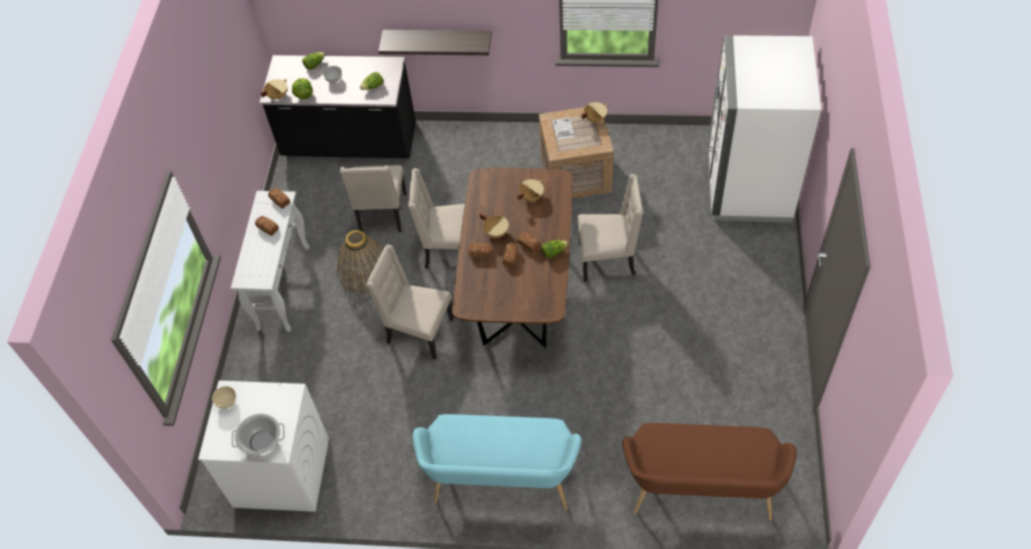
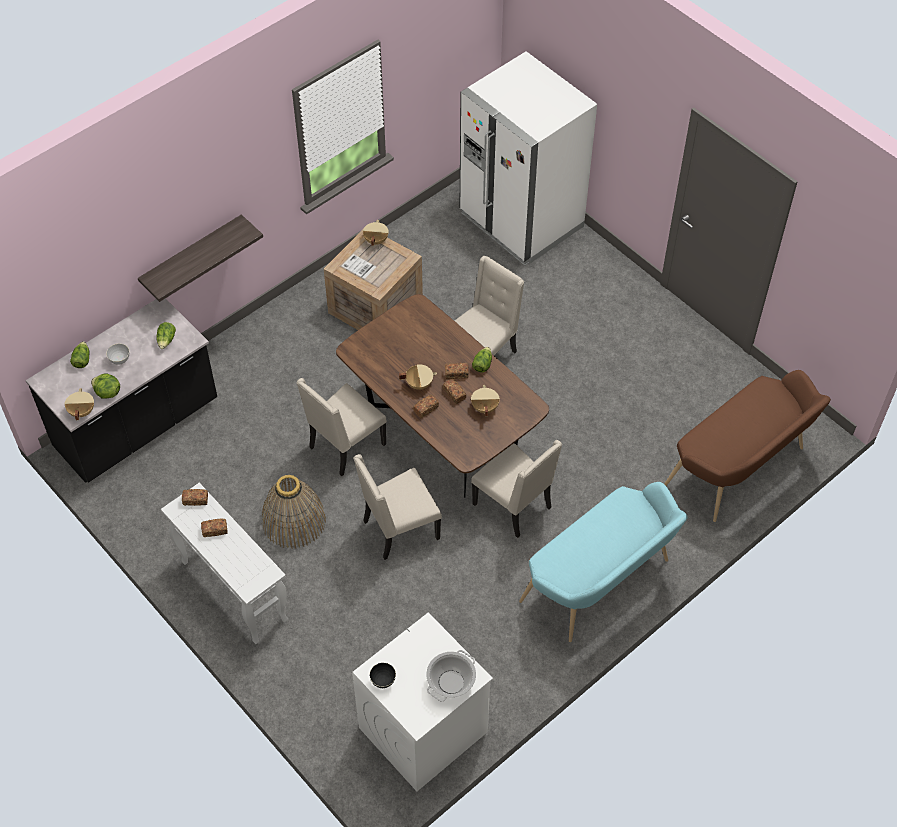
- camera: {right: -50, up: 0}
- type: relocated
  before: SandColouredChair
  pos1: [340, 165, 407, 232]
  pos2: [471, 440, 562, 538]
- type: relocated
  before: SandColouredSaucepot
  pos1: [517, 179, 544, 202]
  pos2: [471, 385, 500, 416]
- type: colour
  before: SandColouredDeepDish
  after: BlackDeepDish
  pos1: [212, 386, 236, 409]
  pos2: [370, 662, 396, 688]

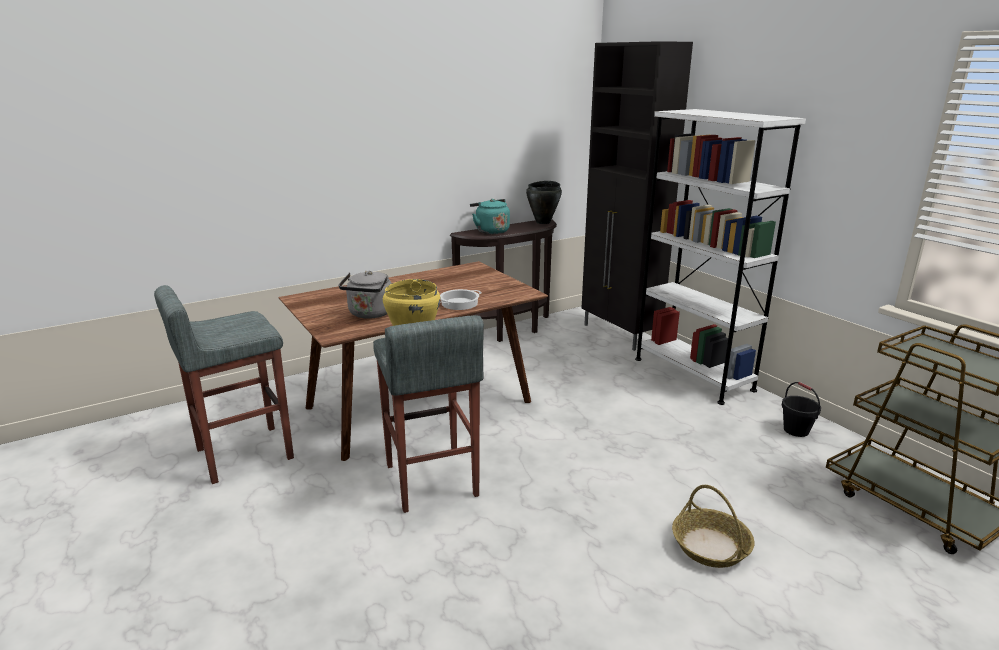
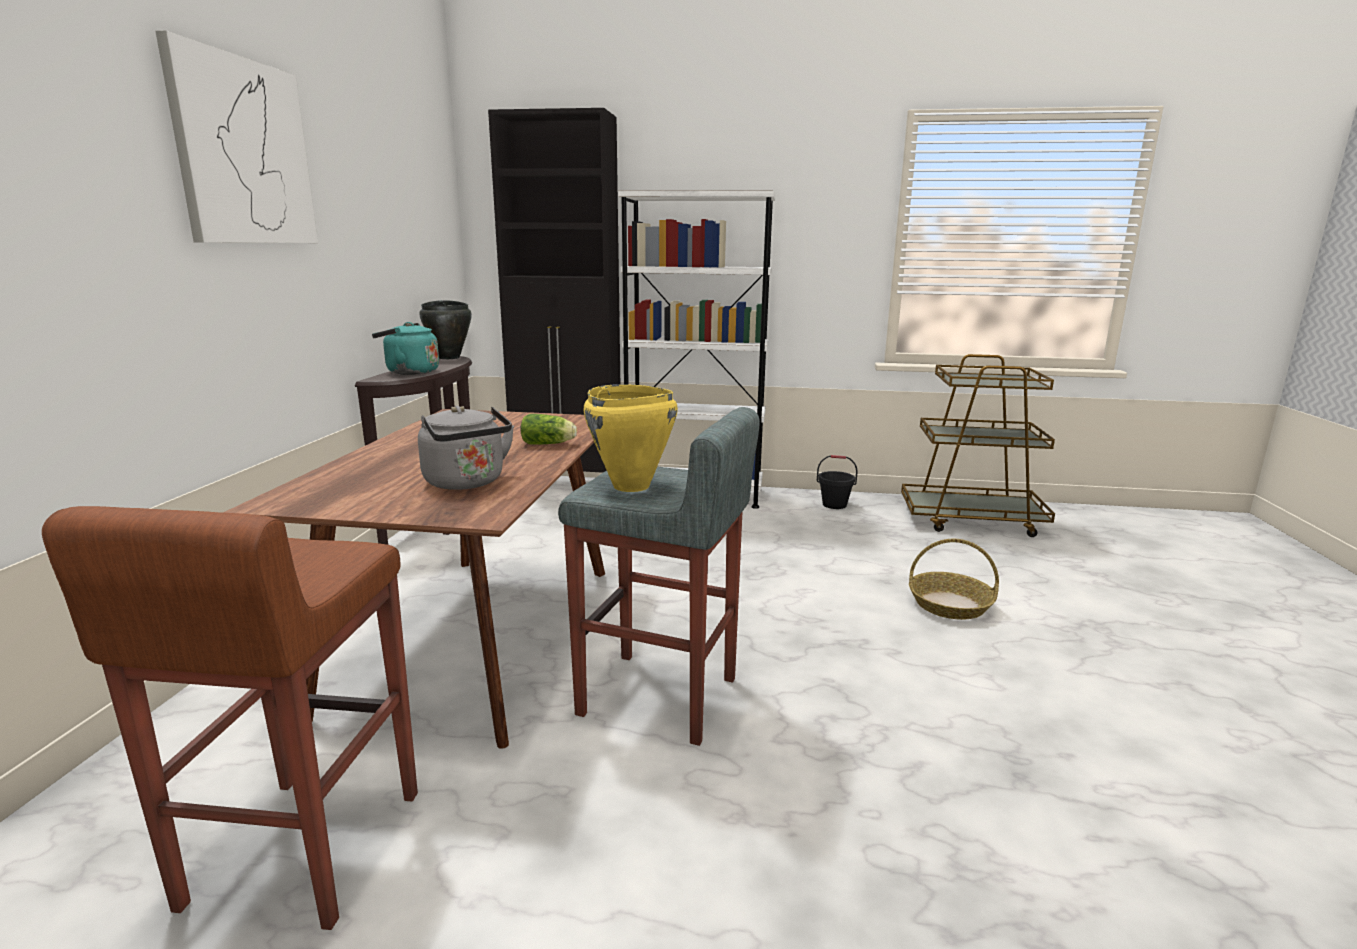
- camera: {right: -50, up: -5}
- type: appeared
  after: WallPicture
  pos2: [155, 30, 318, 243]
- type: exchanged
  before: Saucepot
  after: LettuceHead
  pos1: [440, 289, 482, 310]
  pos2: [521, 414, 577, 445]
- type: colour
  before: GreyishStool
  after: BrownColouredStool
  pos1: [154, 285, 294, 484]
  pos2: [42, 506, 418, 930]

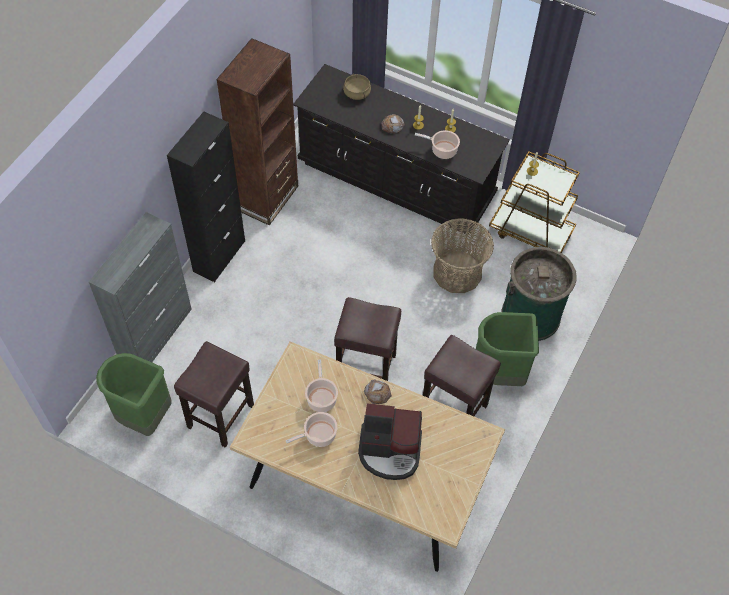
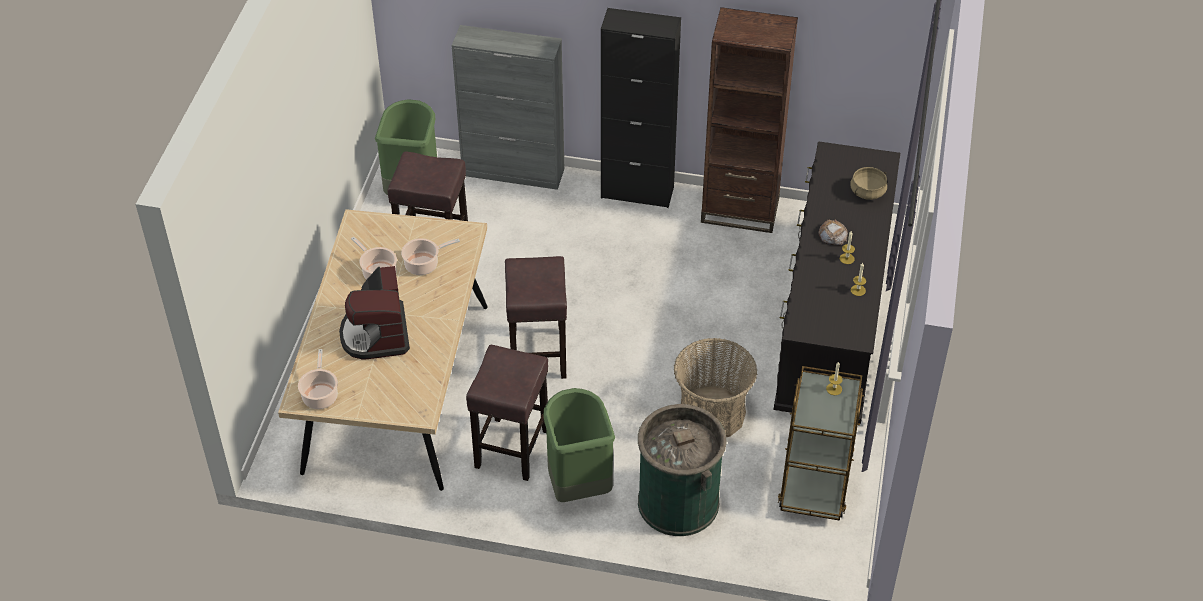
- camera: {right: 75, up: -10}
- type: missing
  before: BakedBread
  pos1: [364, 379, 392, 404]
- type: relocated
  before: Saucepot
  pos1: [415, 130, 460, 159]
  pos2: [298, 349, 338, 409]

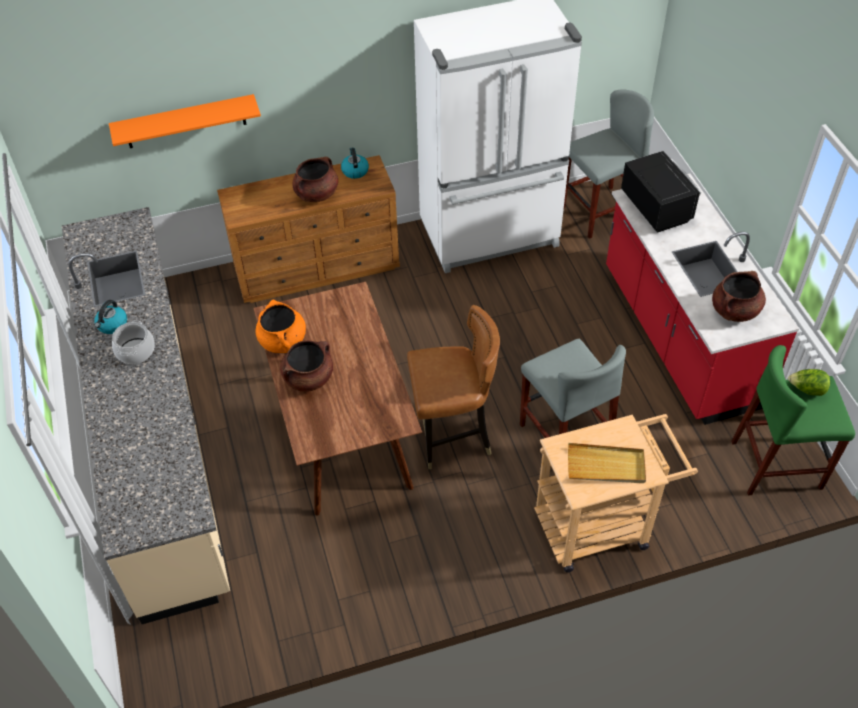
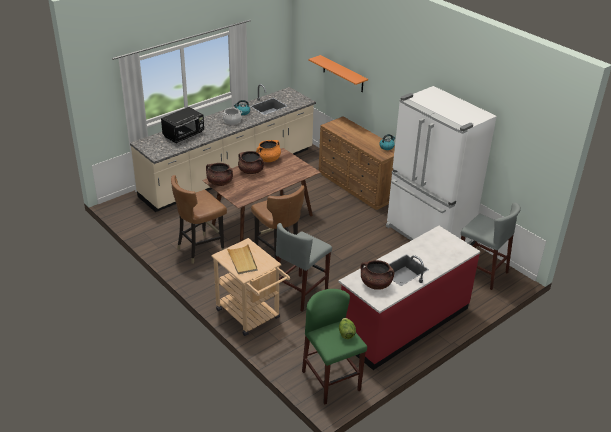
- camera: {right: 65, up: -15}
- type: appeared
  after: BrownColouredChair
  pos2: [171, 175, 227, 264]
- type: relocated
  before: BrownColouredSaucepot
  pos1: [292, 157, 338, 202]
  pos2: [206, 163, 233, 186]
- type: relocated
  before: BlackKitchenMicrowave
  pos1: [621, 151, 701, 233]
  pos2: [161, 107, 204, 143]

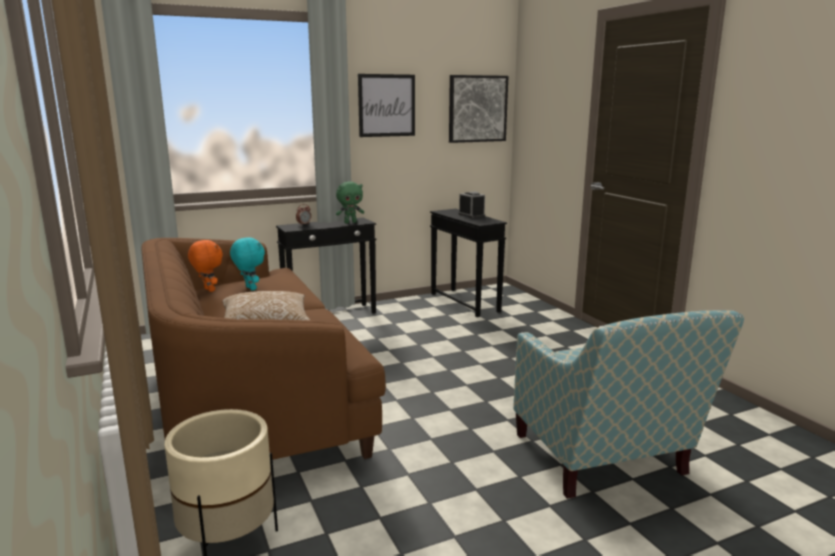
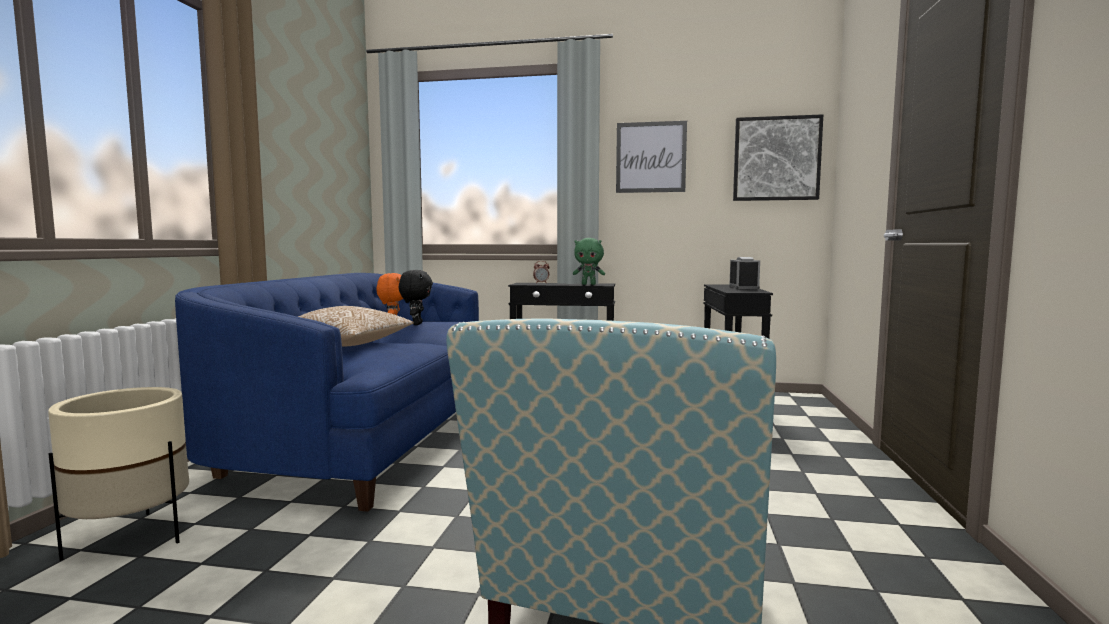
- camera: {right: 35, up: -10}
- type: colour
  before: BrownColouredCouch
  after: BlueCouch
  pos1: [142, 238, 386, 460]
  pos2: [175, 273, 479, 512]
- type: colour
  before: TurquoiseSoftToy
  after: BlackSoftToy
  pos1: [230, 237, 265, 291]
  pos2: [399, 270, 433, 325]

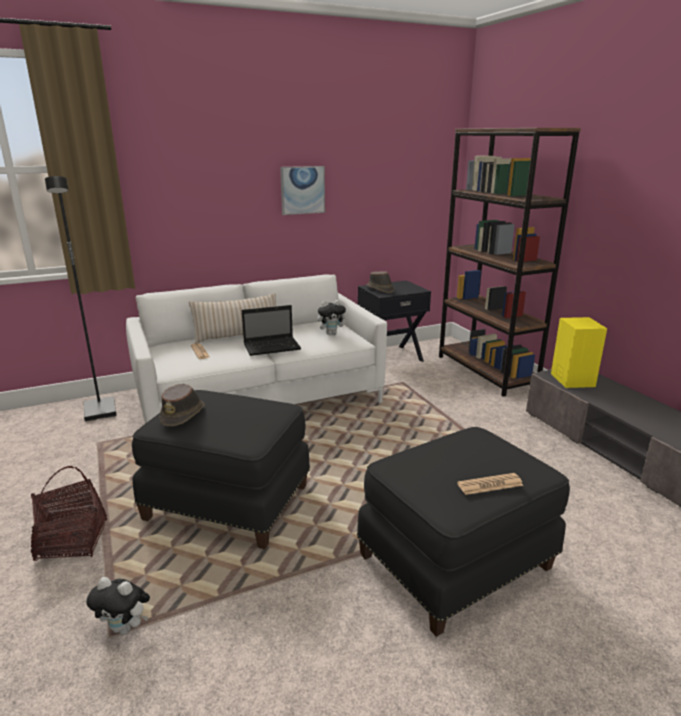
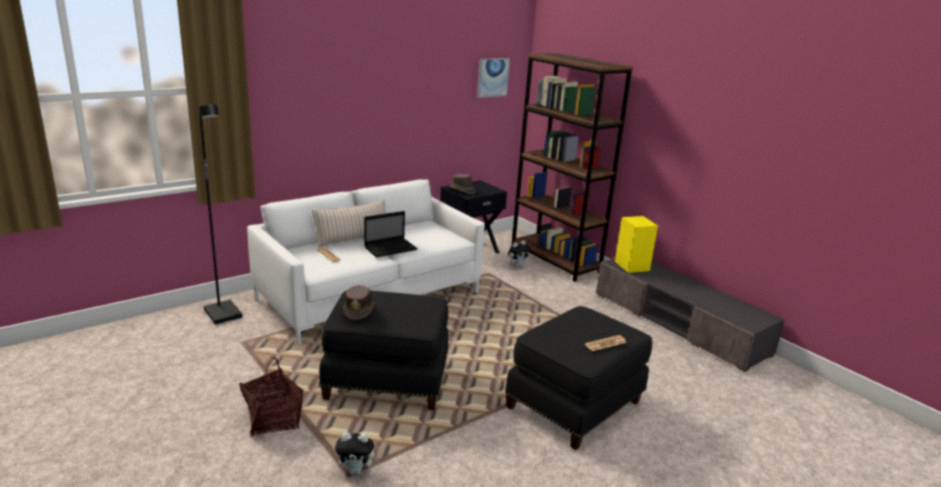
- camera: {right: -15, up: 0}
- type: relocated
  before: WallPicture
  pos1: [280, 166, 325, 215]
  pos2: [477, 58, 510, 98]
- type: relocated
  before: SoftToy
  pos1: [317, 300, 348, 335]
  pos2: [508, 241, 530, 267]

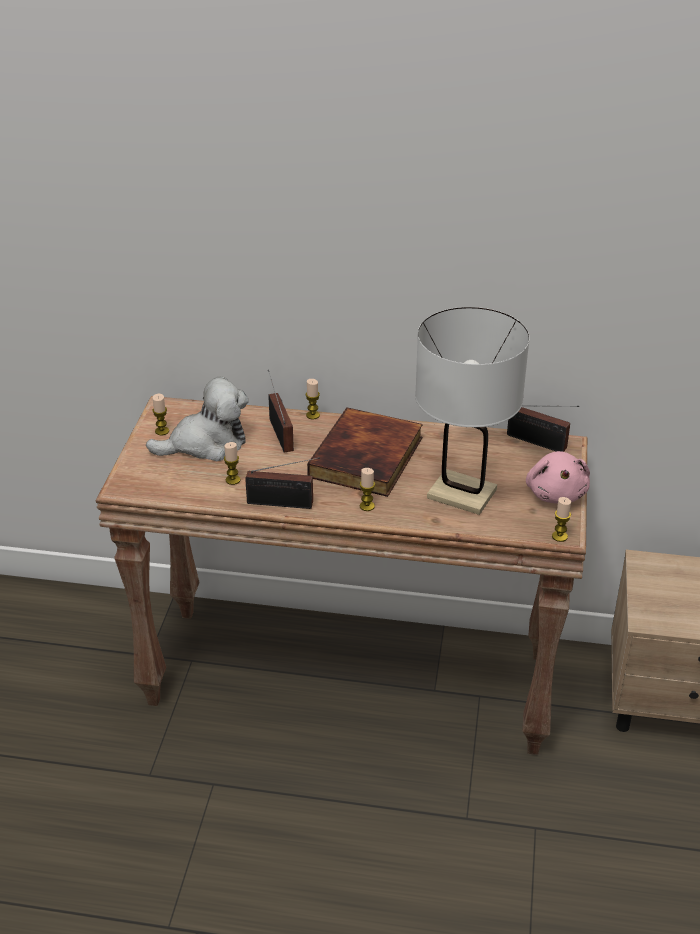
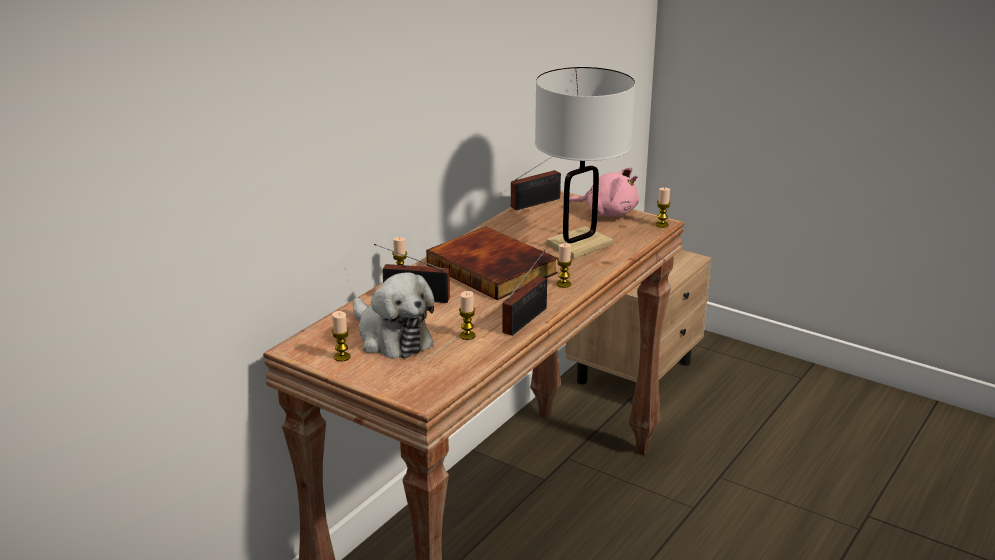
- camera: {right: -65, up: -10}
- type: spun
  before: SoftToy
  pos1: [146, 377, 249, 461]
  pos2: [353, 272, 434, 358]
  turn: 135

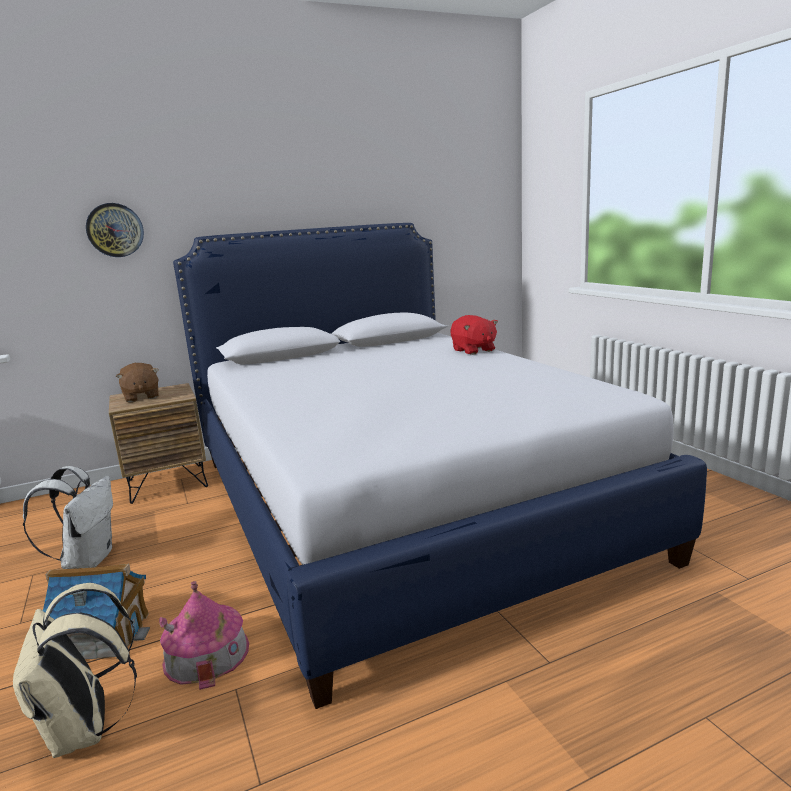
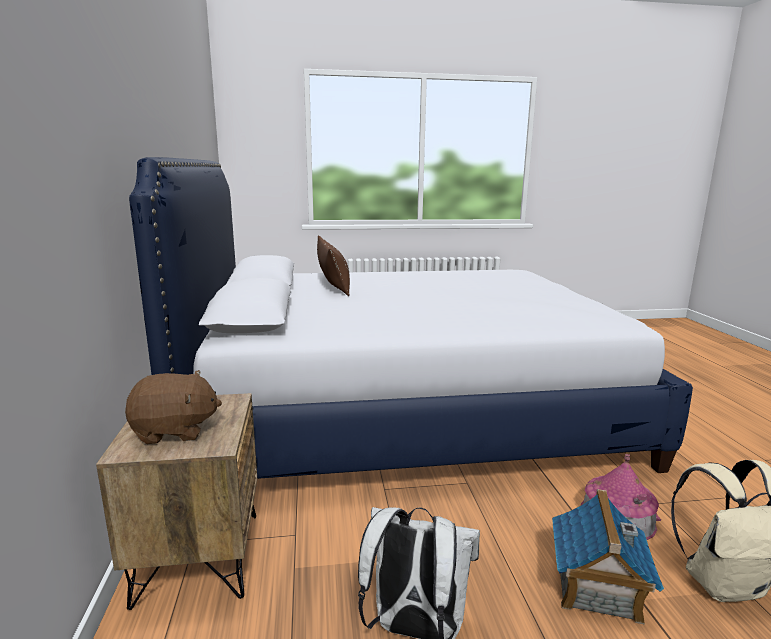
- camera: {right: -75, up: 0}
- type: missing
  before: ClockOnTheWall
  pos1: [86, 203, 144, 257]
- type: missing
  before: ReddishSoftToy
  pos1: [450, 315, 498, 355]
- type: appeared
  after: BrownColouredThrowPillow
  pos2: [317, 235, 350, 296]

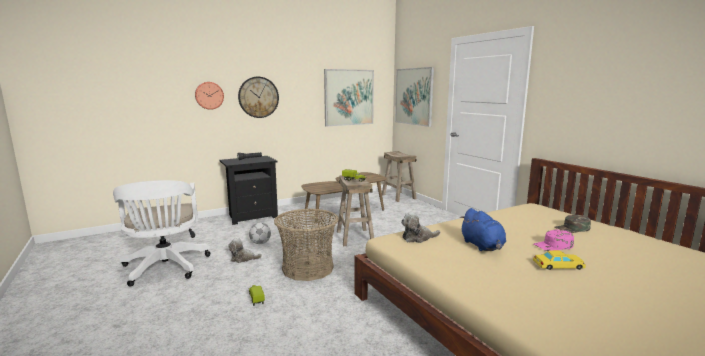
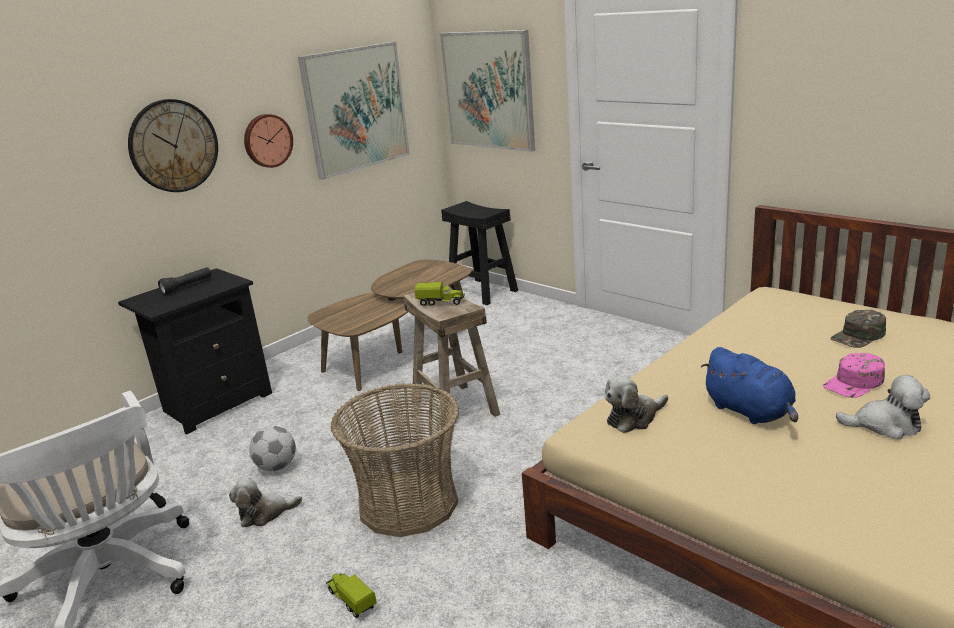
- camera: {right: -15, up: 10}
- type: relocated
  before: ClockOnTheWall
  pos1: [195, 82, 224, 110]
  pos2: [244, 114, 293, 168]
- type: exchanged
  before: YellowColouredModelCar
  after: SoftToy
  pos1: [533, 250, 586, 270]
  pos2: [836, 375, 931, 439]
- type: colour
  before: SandColouredStool
  after: BlackStool
  pos1: [382, 151, 417, 202]
  pos2: [441, 201, 518, 305]

